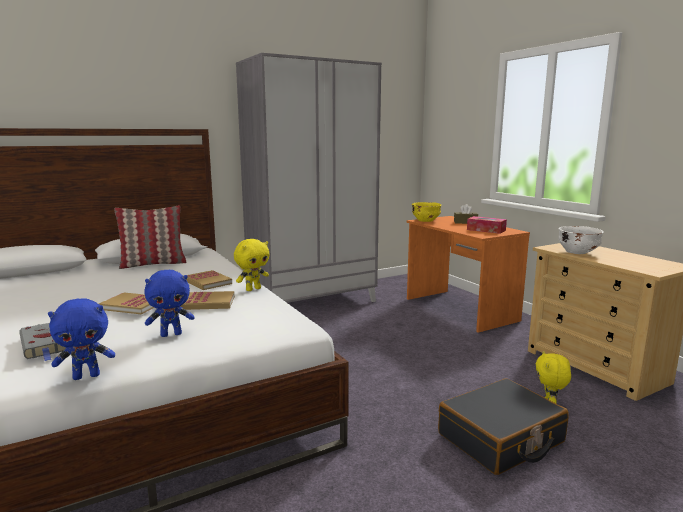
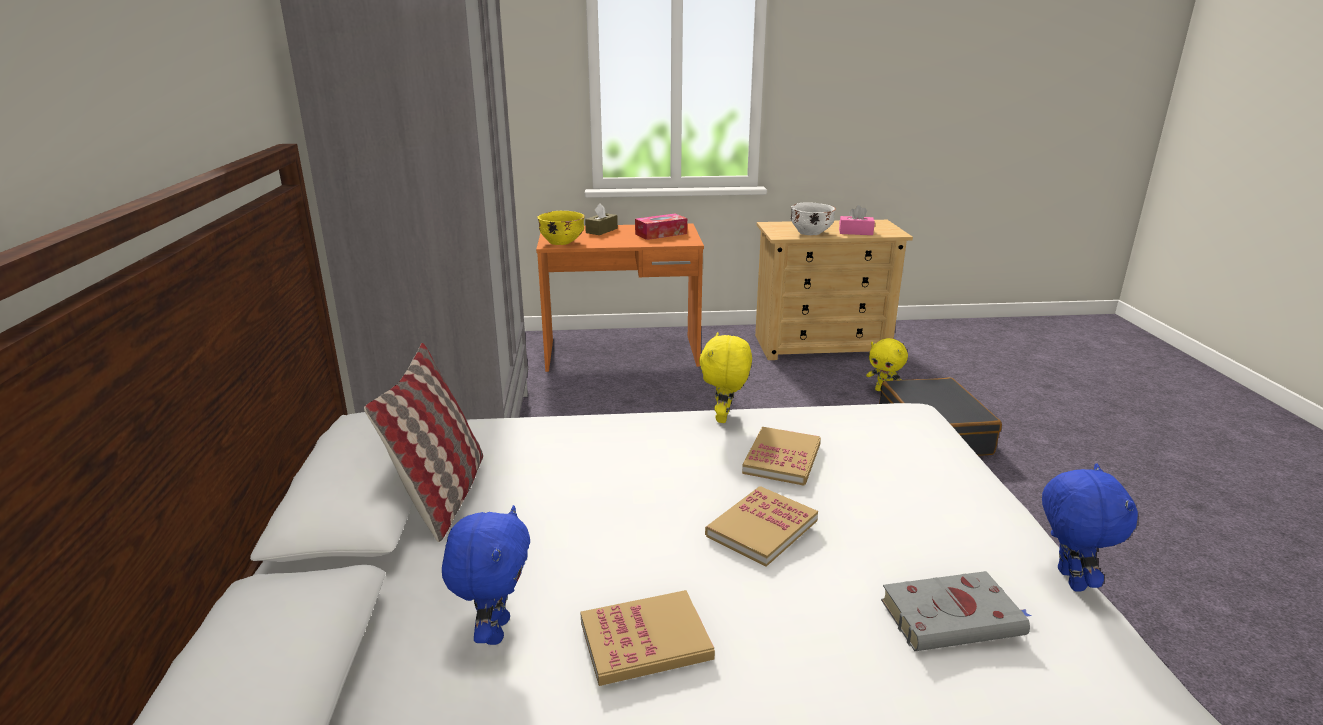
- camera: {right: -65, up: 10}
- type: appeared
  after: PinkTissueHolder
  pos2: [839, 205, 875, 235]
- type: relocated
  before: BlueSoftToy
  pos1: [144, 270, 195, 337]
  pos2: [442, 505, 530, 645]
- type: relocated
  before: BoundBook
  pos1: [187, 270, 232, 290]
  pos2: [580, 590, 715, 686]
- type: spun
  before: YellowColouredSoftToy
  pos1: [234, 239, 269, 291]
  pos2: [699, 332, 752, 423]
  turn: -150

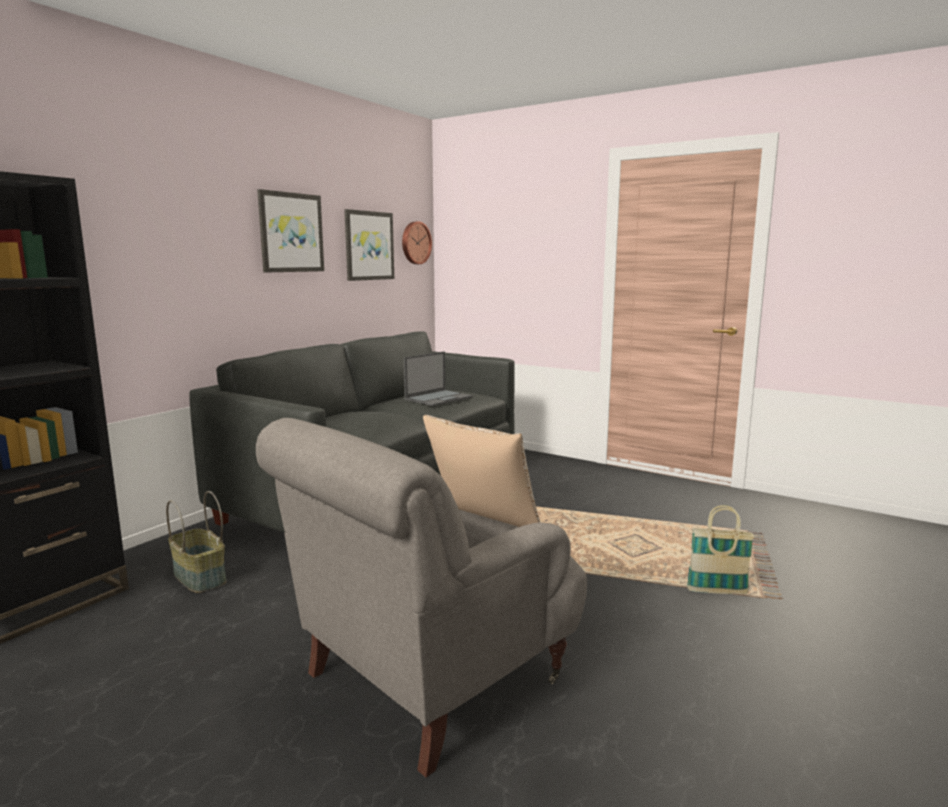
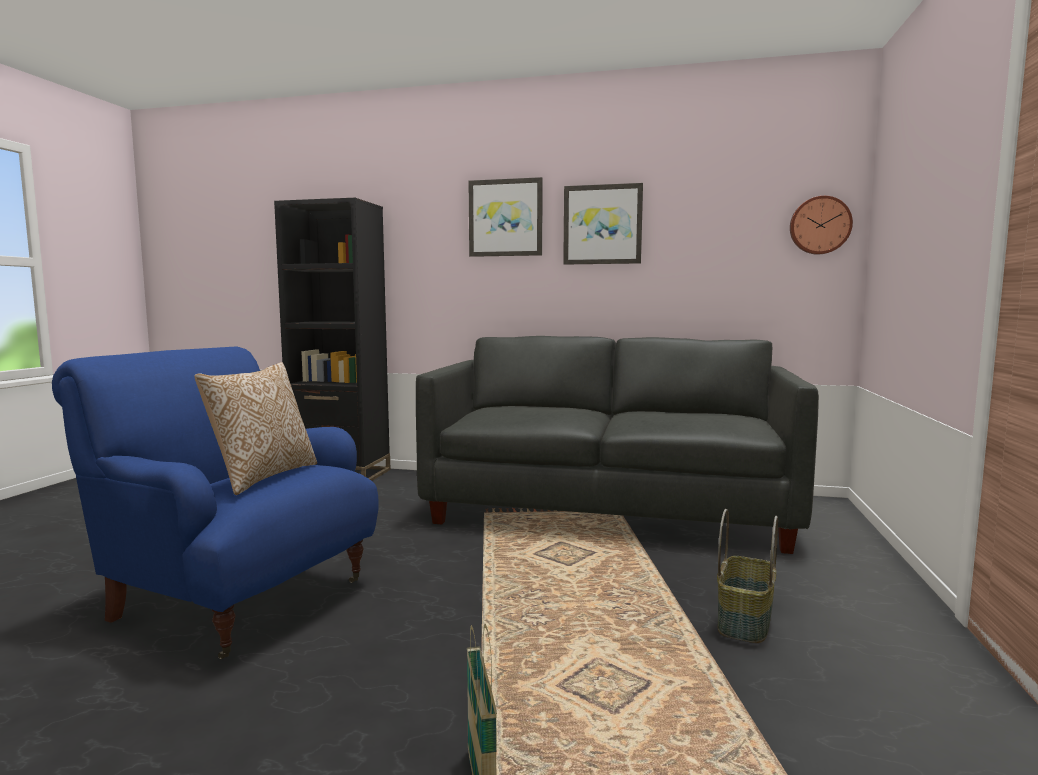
- camera: {right: 70, up: -5}
- type: missing
  before: PortableComputer
  pos1: [404, 351, 473, 406]
- type: relocated
  before: HouseholdBasket
  pos1: [166, 491, 226, 593]
  pos2: [717, 509, 778, 643]
- type: relocated
  before: WallPicture
  pos1: [344, 209, 394, 281]
  pos2: [469, 177, 543, 257]
- type: colour
  before: GreyishArmchair
  after: BlueArmchair
  pos1: [256, 418, 587, 778]
  pos2: [52, 347, 379, 659]

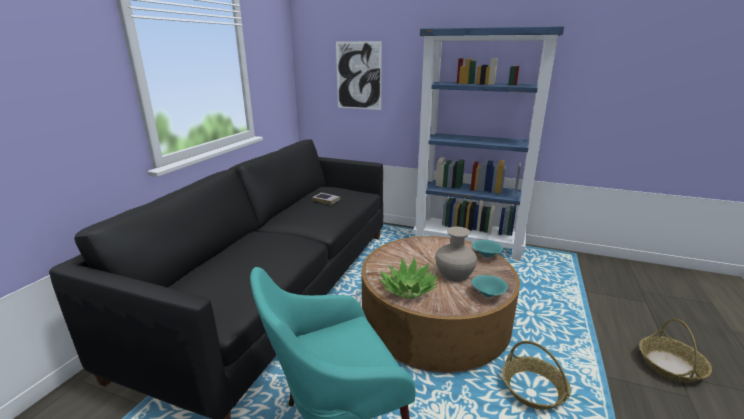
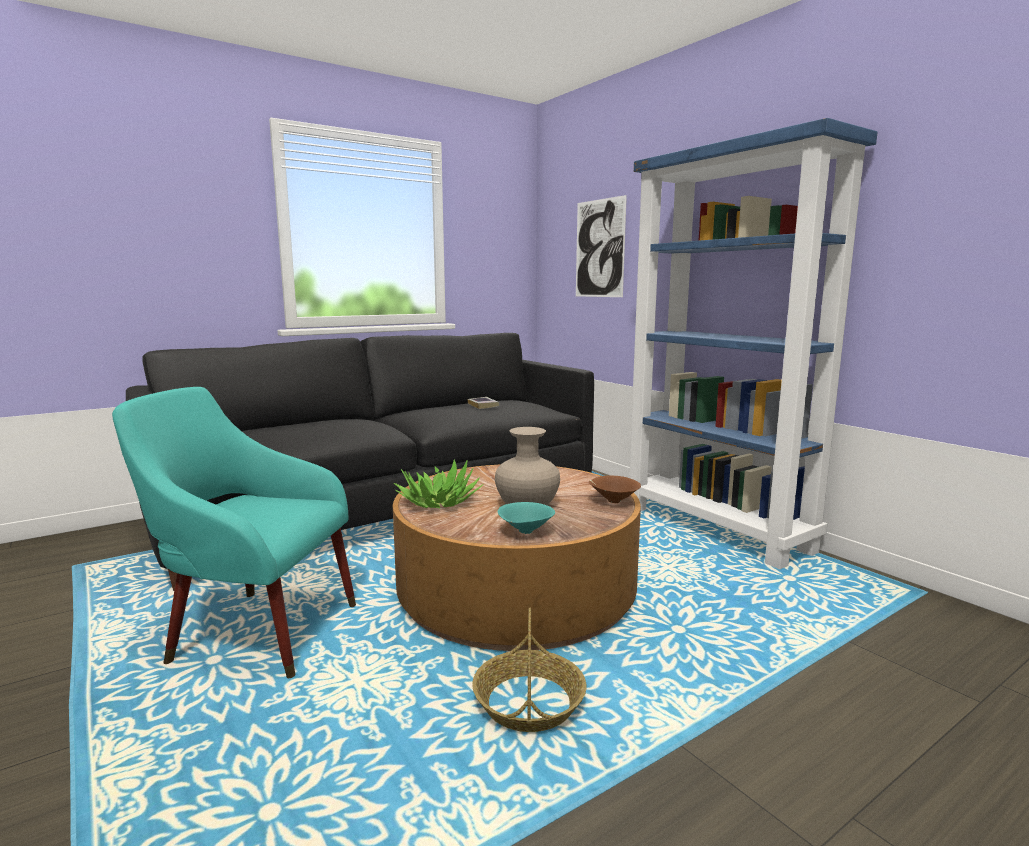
- camera: {right: 35, up: -10}
- type: missing
  before: HouseholdBasket
  pos1: [639, 318, 712, 383]
- type: colour
  before: TurquoiseDeepDish
  after: BrownColouredDeepDish
  pos1: [472, 240, 503, 258]
  pos2: [589, 475, 641, 503]

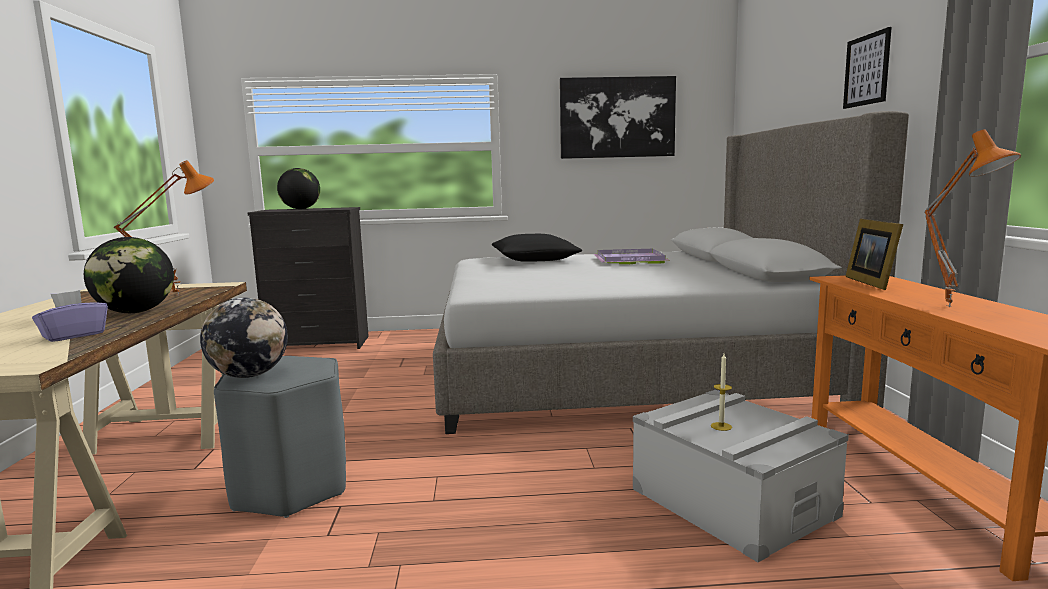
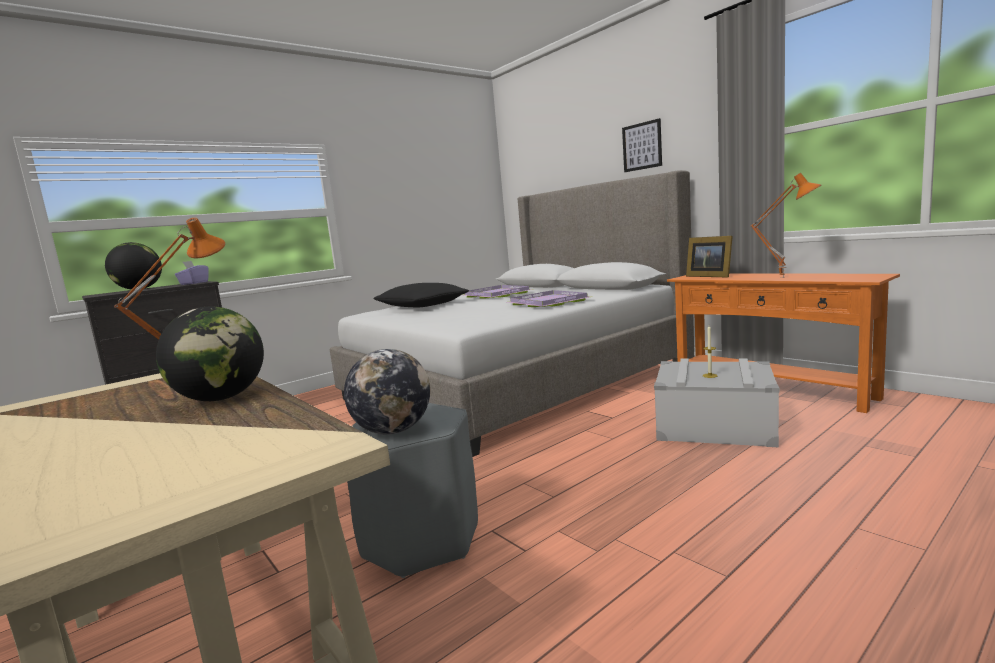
- camera: {right: -35, up: 0}
- type: missing
  before: WallPicture
  pos1: [560, 76, 676, 159]
- type: appeared
  after: PurpleTray
  pos2: [508, 290, 591, 307]
- type: relocated
  before: PurpleTissueHolder
  pos1: [32, 290, 108, 342]
  pos2: [175, 261, 209, 285]

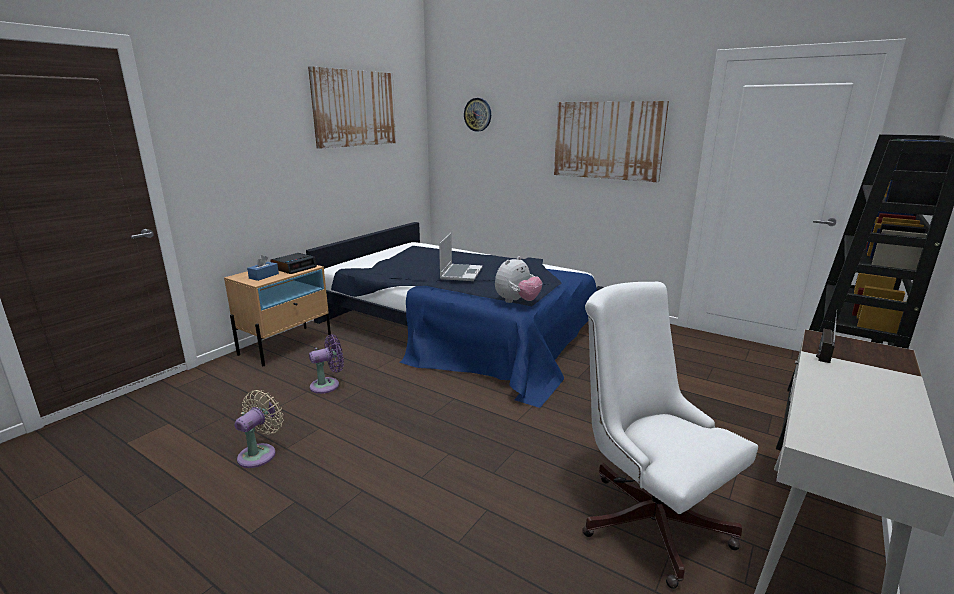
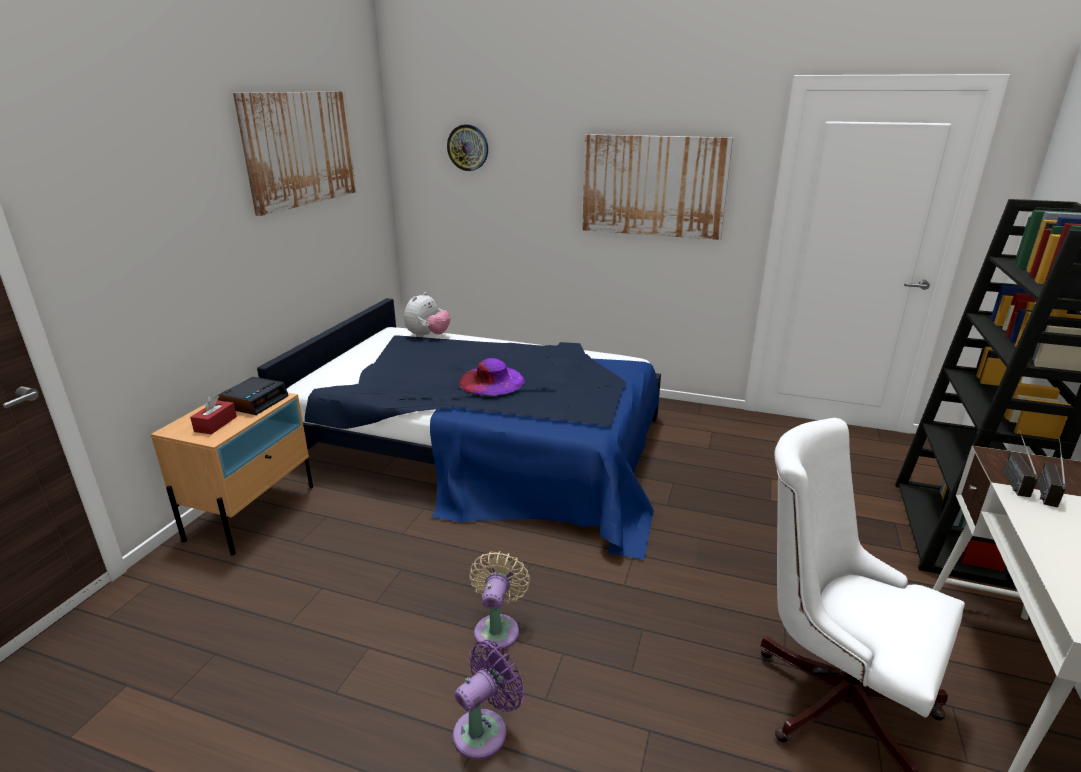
- camera: {right: -15, up: 5}
- type: appeared
  after: Radio
  pos2: [1038, 438, 1066, 507]
- type: relocated
  before: SandColouredCoolingFan
  pos1: [234, 390, 283, 468]
  pos2: [469, 551, 530, 650]
- type: relocated
  before: PurpleCoolingFan
  pos1: [309, 335, 344, 394]
  pos2: [453, 640, 524, 760]
- type: relocated
  before: SoftToy
  pos1: [495, 256, 542, 303]
  pos2: [404, 292, 451, 337]
- type: exchanged
  before: PortableComputer
  after: PurpleWearableHat
  pos1: [439, 233, 483, 281]
  pos2: [459, 358, 525, 396]
- type: colour
  before: BlueTissueHolder
  after: ReddishTissueHolder
  pos1: [247, 255, 279, 281]
  pos2: [190, 394, 237, 434]

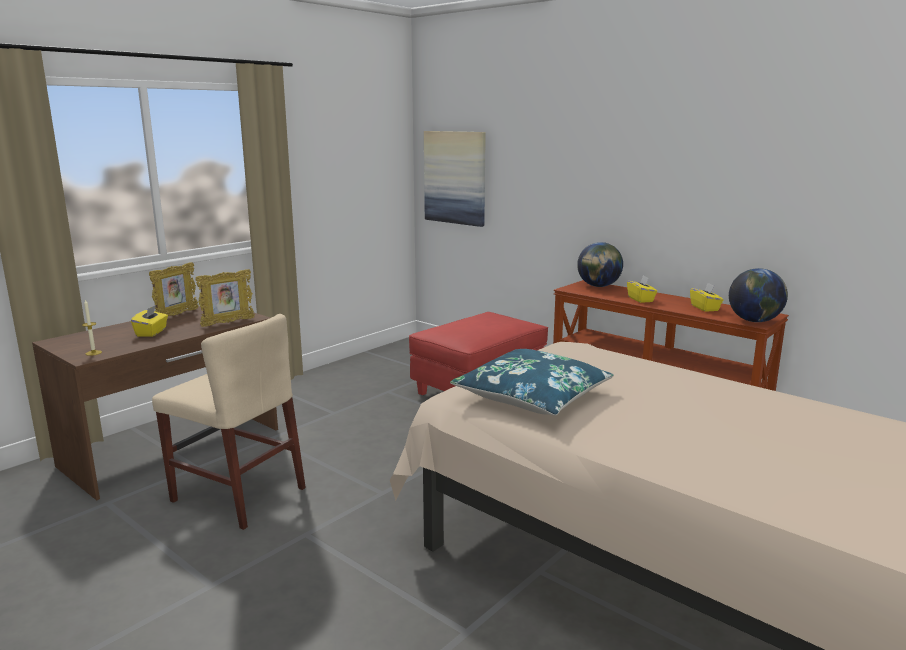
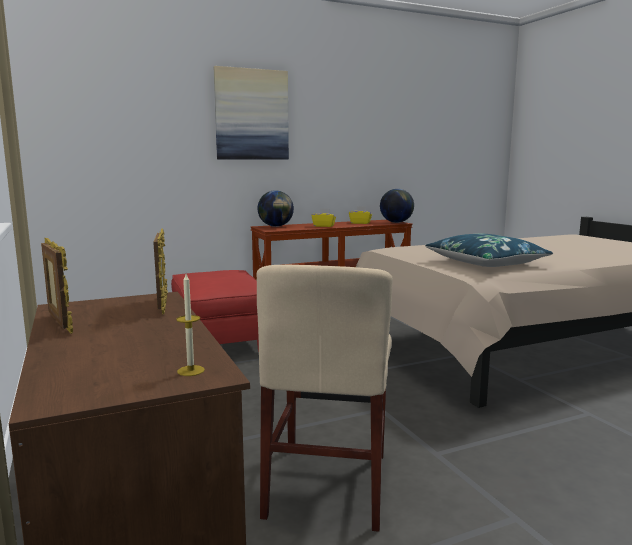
- camera: {right: -65, up: -5}
- type: missing
  before: YellowColouredTissueHolder
  pos1: [131, 305, 168, 337]
- type: relocated
  before: WallPicture
  pos1: [424, 131, 486, 227]
  pos2: [214, 66, 289, 160]
- type: spun
  before: SandColouredChair
  pos1: [152, 314, 306, 530]
  pos2: [257, 265, 393, 532]
  turn: 135

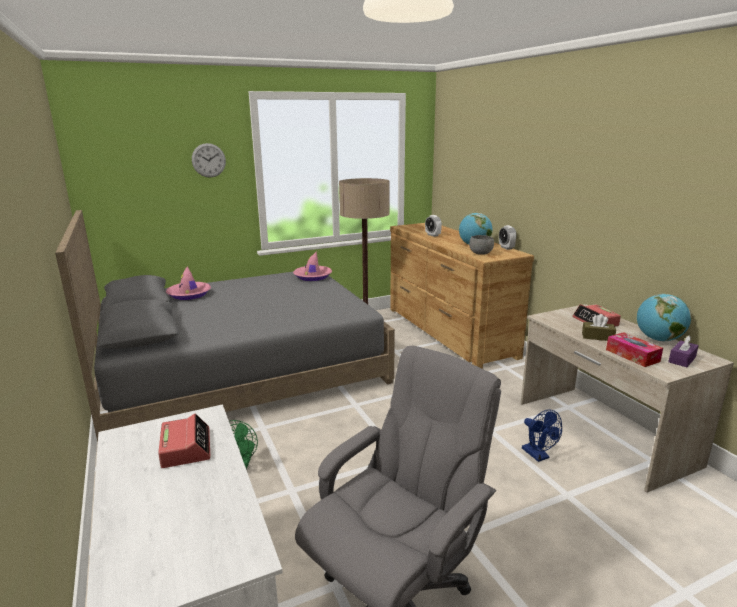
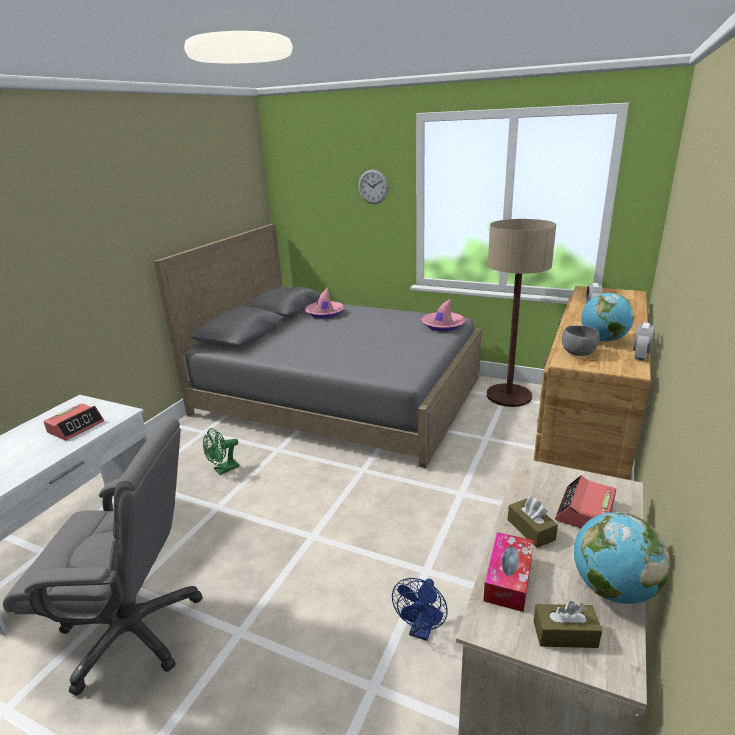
- camera: {right: 50, up: 5}
- type: colour
  before: PurpleTissueHolder
  after: BrownColouredTissueHolder
  pos1: [668, 335, 699, 367]
  pos2: [533, 601, 602, 648]

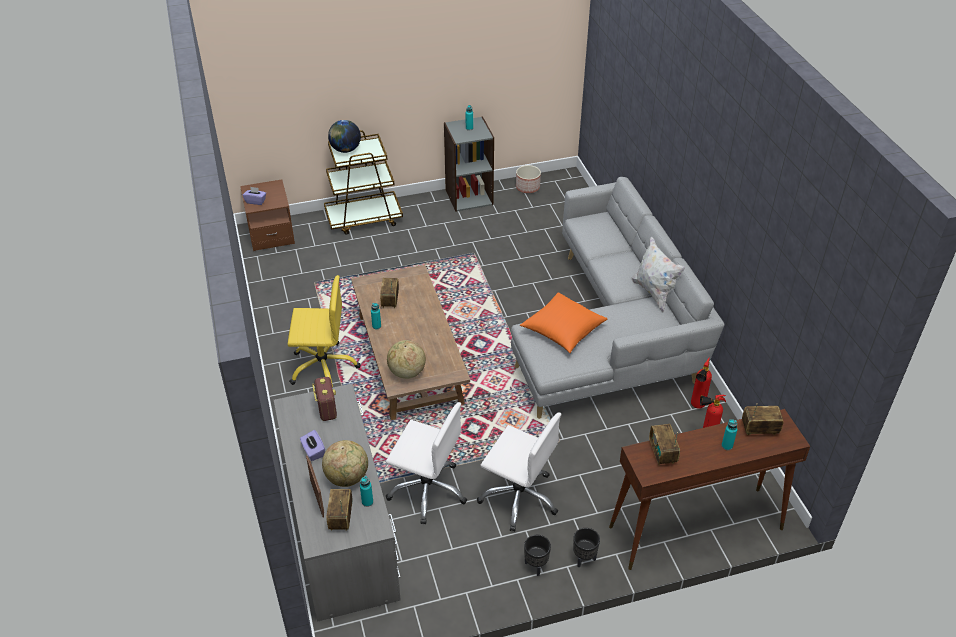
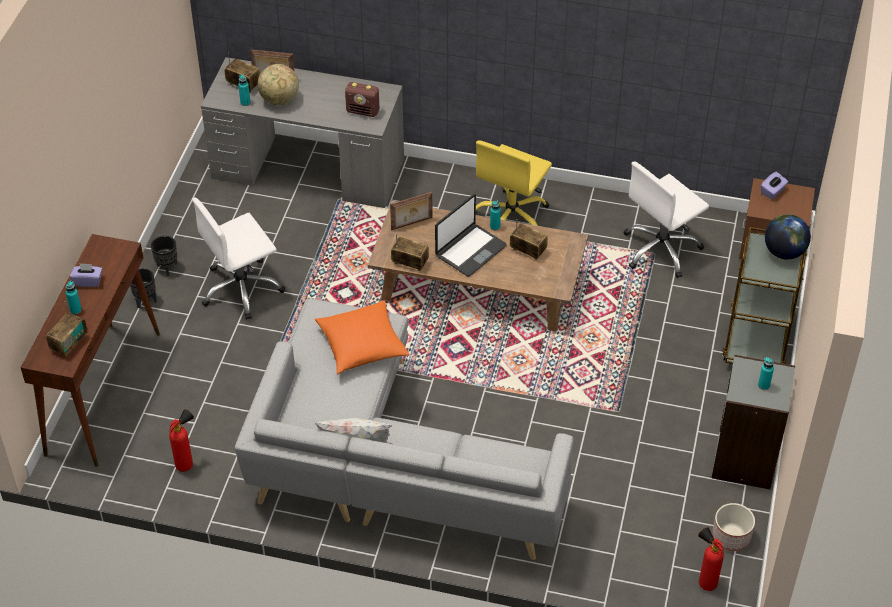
- camera: {right: 120, up: 5}
- type: appeared
  after: PortableComputer
  pos2: [435, 194, 507, 277]
- type: relocated
  before: PurpleTissueHolder
  pos1: [300, 430, 325, 461]
  pos2: [70, 263, 102, 287]
- type: relocated
  before: WhitishOfficeChair
  pos1: [386, 402, 467, 524]
  pos2: [624, 161, 709, 278]
- type: relocated
  before: Radio
  pos1: [649, 424, 680, 466]
  pos2: [391, 233, 429, 271]
- type: relocated
  before: Extinguisher
  pos1: [691, 357, 712, 409]
  pos2: [698, 527, 724, 591]
- type: exchanged
  before: DeskGlobe
  after: PhotoFrame
  pos1: [387, 340, 426, 379]
  pos2: [390, 192, 433, 230]

